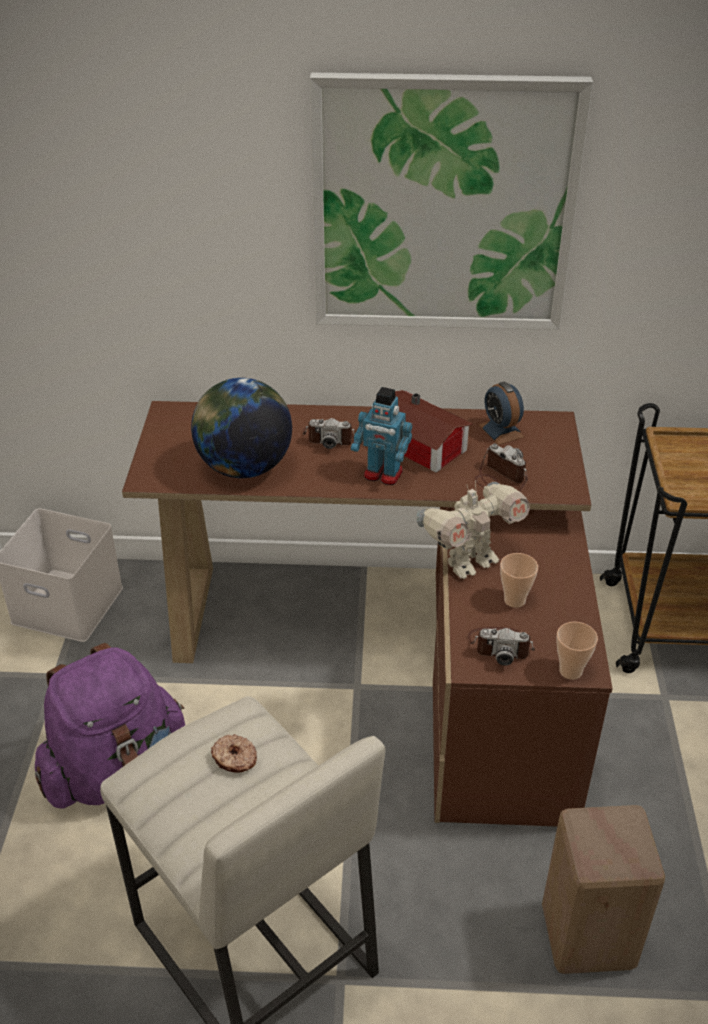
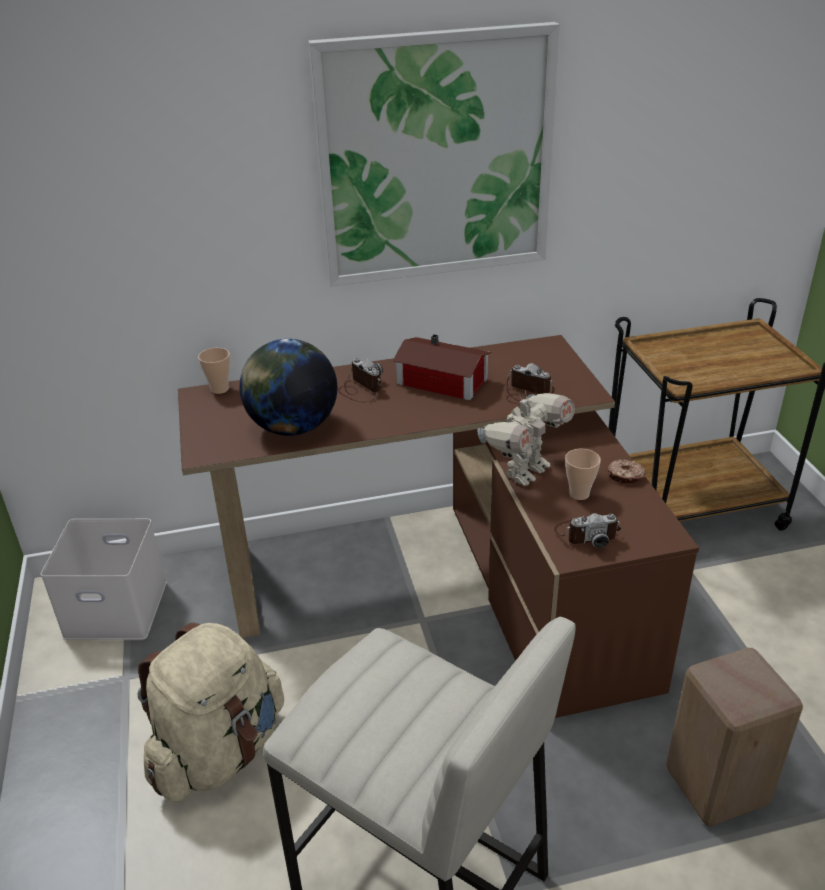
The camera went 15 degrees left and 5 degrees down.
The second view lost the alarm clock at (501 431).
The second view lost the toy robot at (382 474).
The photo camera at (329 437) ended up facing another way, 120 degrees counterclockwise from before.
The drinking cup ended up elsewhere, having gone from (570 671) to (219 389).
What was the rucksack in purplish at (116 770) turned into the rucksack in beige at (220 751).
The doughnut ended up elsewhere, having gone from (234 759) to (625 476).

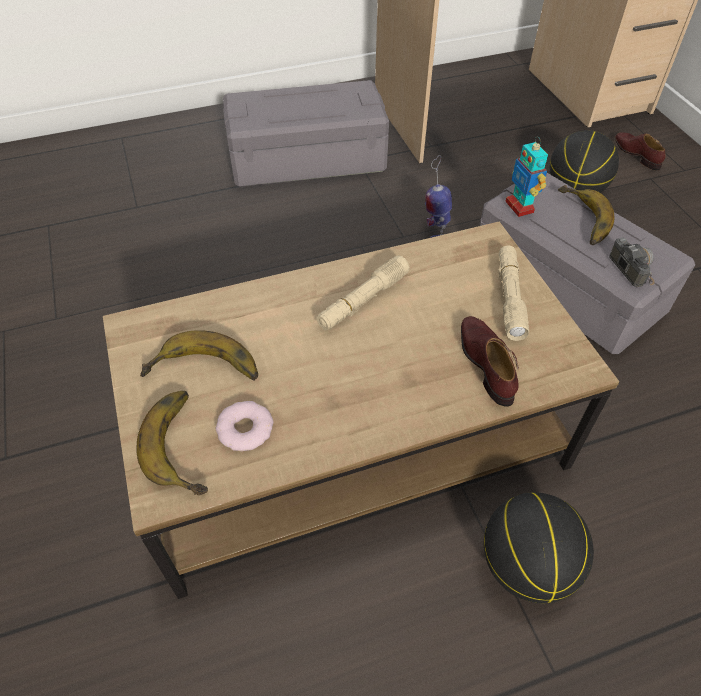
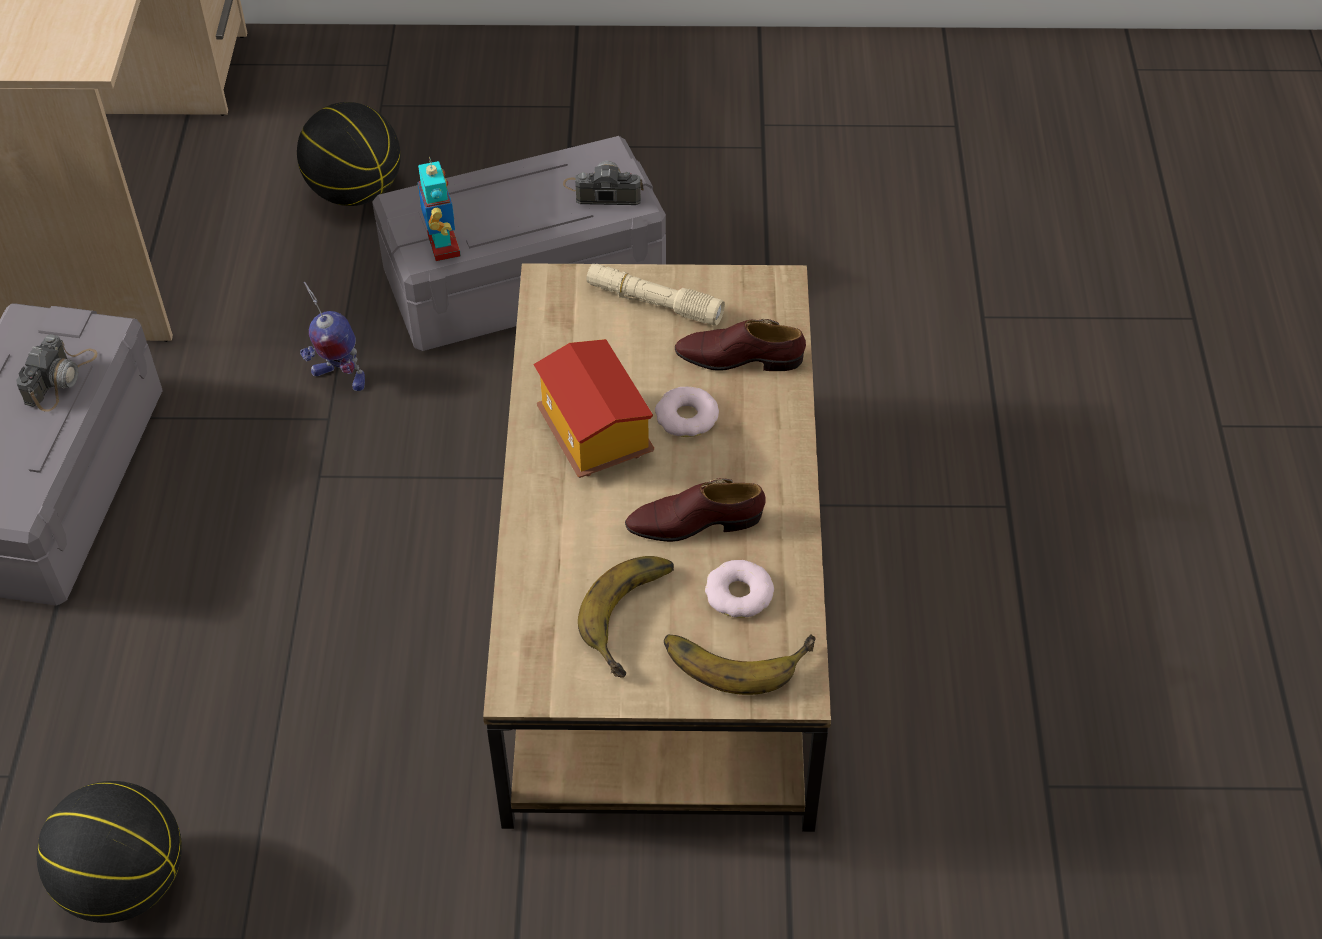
The camera went 70 degrees left and 0 degrees up.
The item of footwear in brown-coloured ended up elsewhere, having gone from (636 154) to (694 522).
The toy robot at (520 207) ended up facing another way, 105 degrees counterclockwise from before.
The second view lost the banana at (580 219).
Where the torch in beige stood at (363 300), the toy house came to stand at (592 435).
The basketball ball ended up elsewhere, having gone from (526 565) to (125 882).
The second view gained the photo camera at (60 378).
The second view gained the doughnut at (686 417).

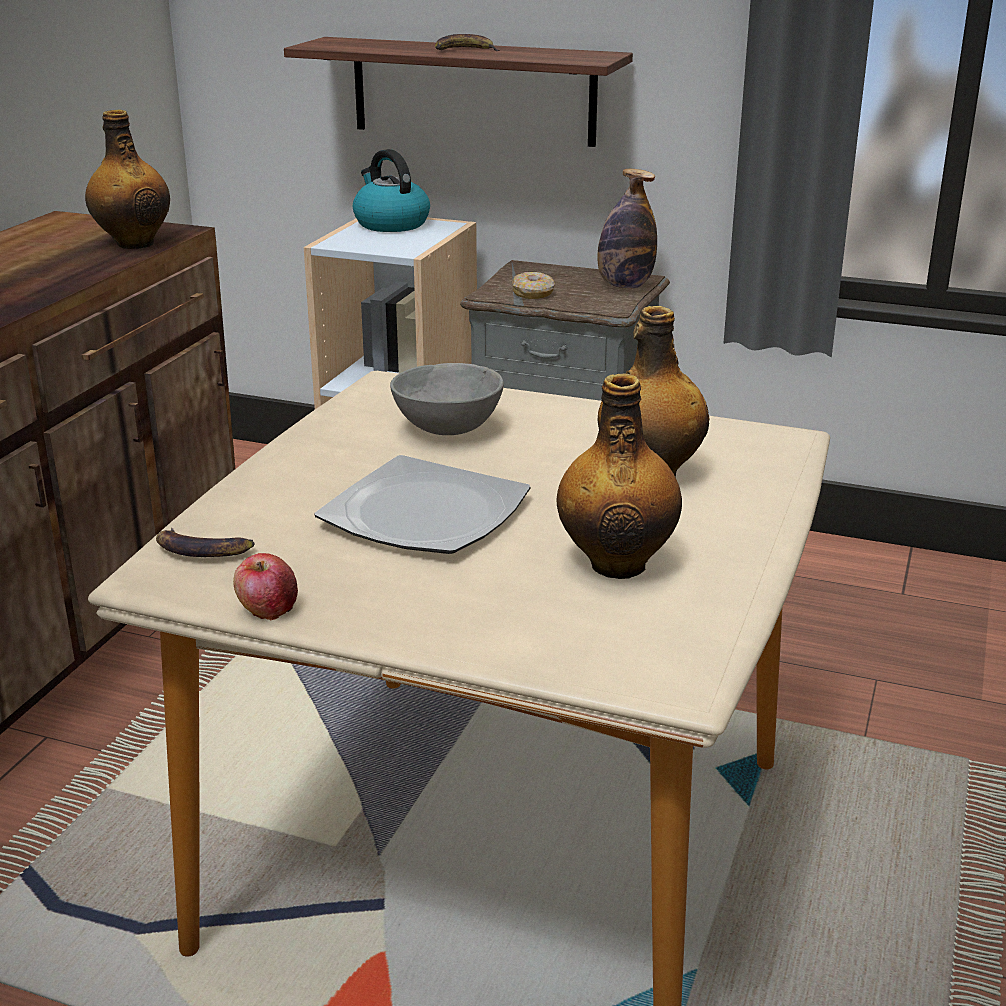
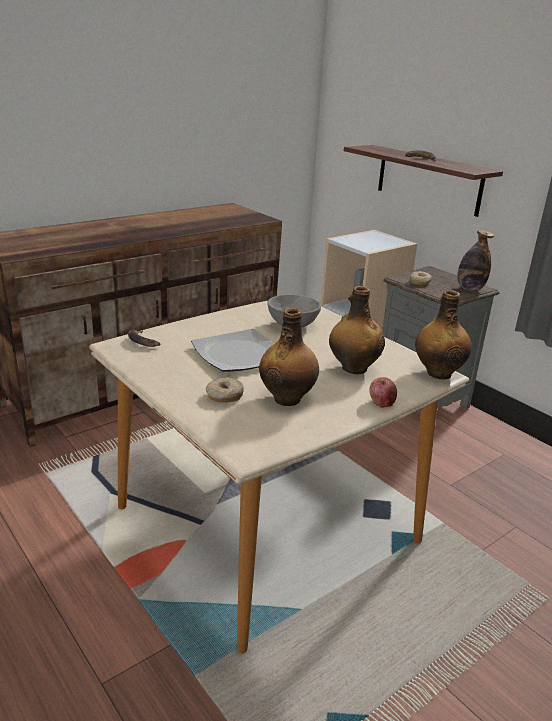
The camera went 30 degrees right and 0 degrees up.
The bottle ended up elsewhere, having gone from (134 243) to (438 373).
The second view lost the tea kettle at (390 224).
The apple fruit ended up elsewhere, having gone from (267 609) to (381 402).
The second view gained the doughnut at (224 396).

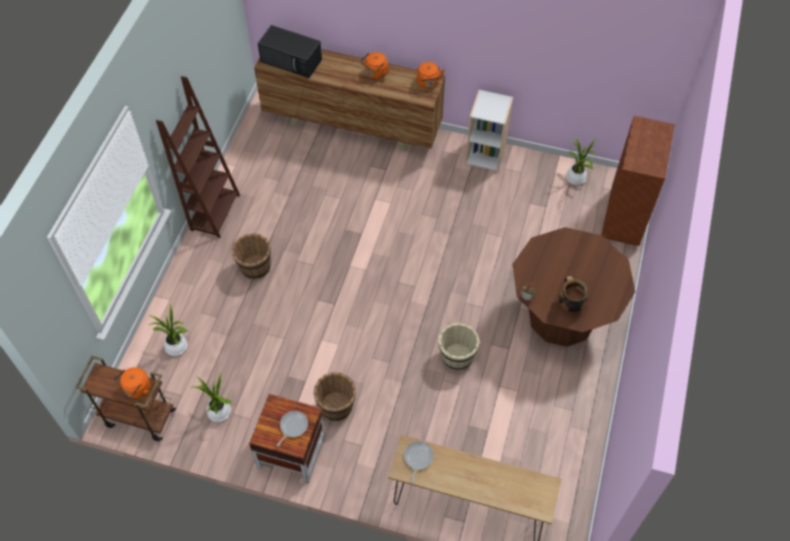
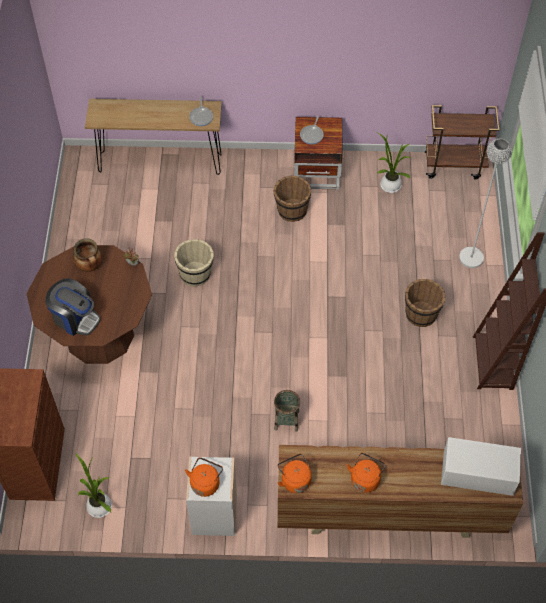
The camera went 165 degrees right and 0 degrees up.
What was the kitchen microwave in black-coloured at (292 60) turned into the kitchen microwave in white at (476 473).
The second view lost the houseplant at (177 347).
The tea kettle in orange-coloured ended up elsewhere, having gone from (136 389) to (205 482).
The second view gained the standard lamp in white at (471 258).
The second view gained the coffee maker at (75 318).
The second view gained the storage basket at (286 420).

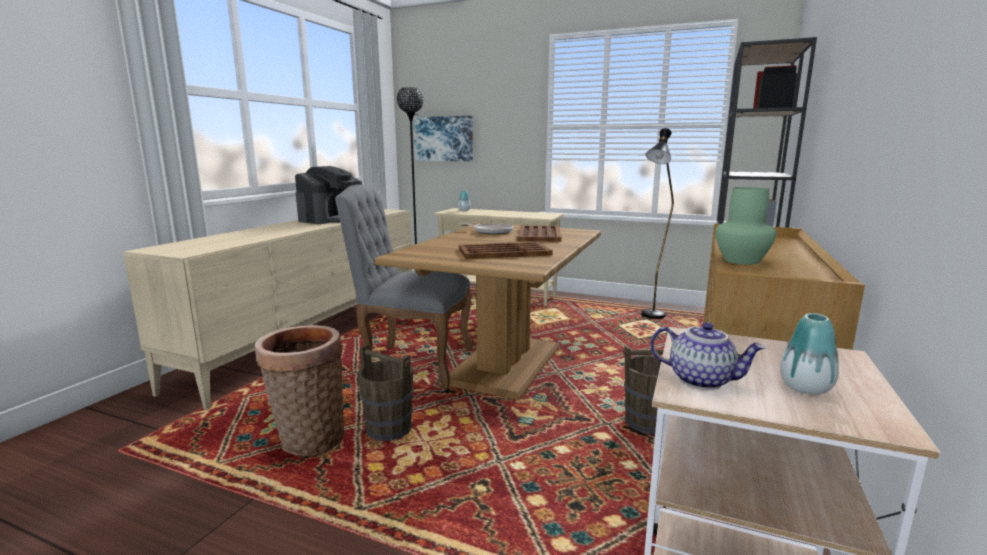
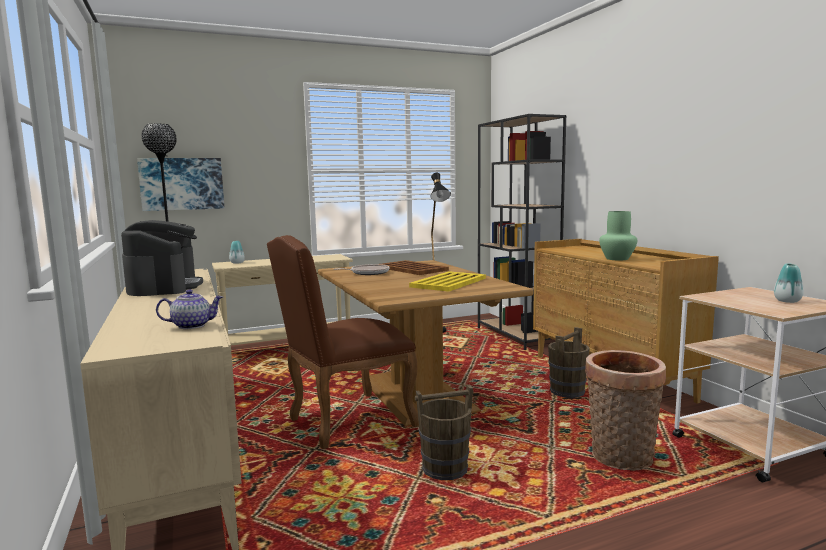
The camera went 45 degrees left and 5 degrees down.
What was the upright chair in grey at (414 363) turned into the upright chair in brown-coloured at (347 421).
What was the carrying tray in brown-coloured at (503 252) turned into the carrying tray in yellow at (448 282).
The tea pot ended up elsewhere, having gone from (701 380) to (192 325).
The storage basket ended up elsewhere, having gone from (308 439) to (620 459).

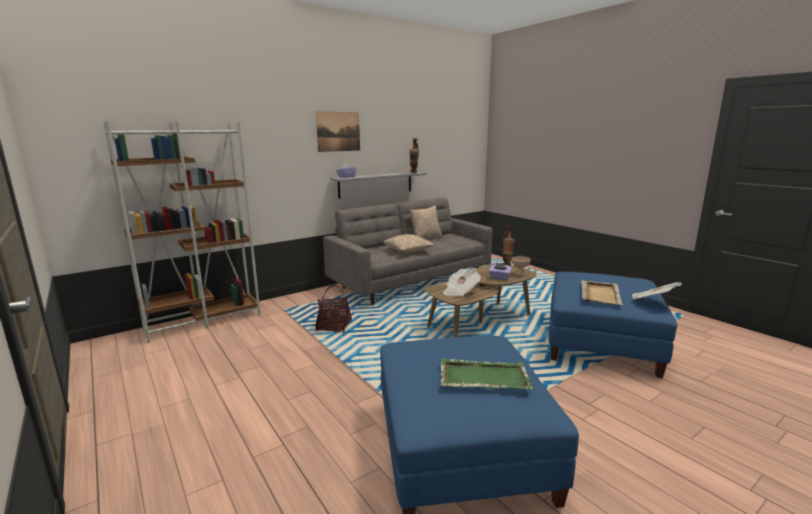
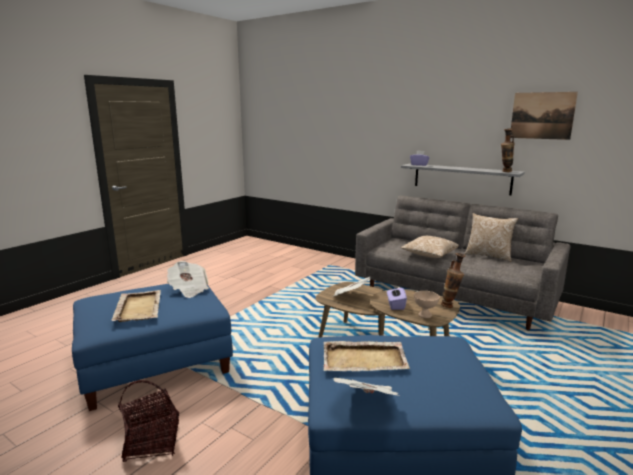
The camera went 70 degrees right and 0 degrees up.
The picture ended up elsewhere, having gone from (338 131) to (542 115).
The second view lost the bookshelf in brown-coloured at (204 321).
The storage basket ended up elsewhere, having gone from (334 326) to (152 442).
What was the carrying tray in green-coloured at (482 377) turned into the carrying tray in beige at (138 307).
The second view gained the daily paper at (189 289).

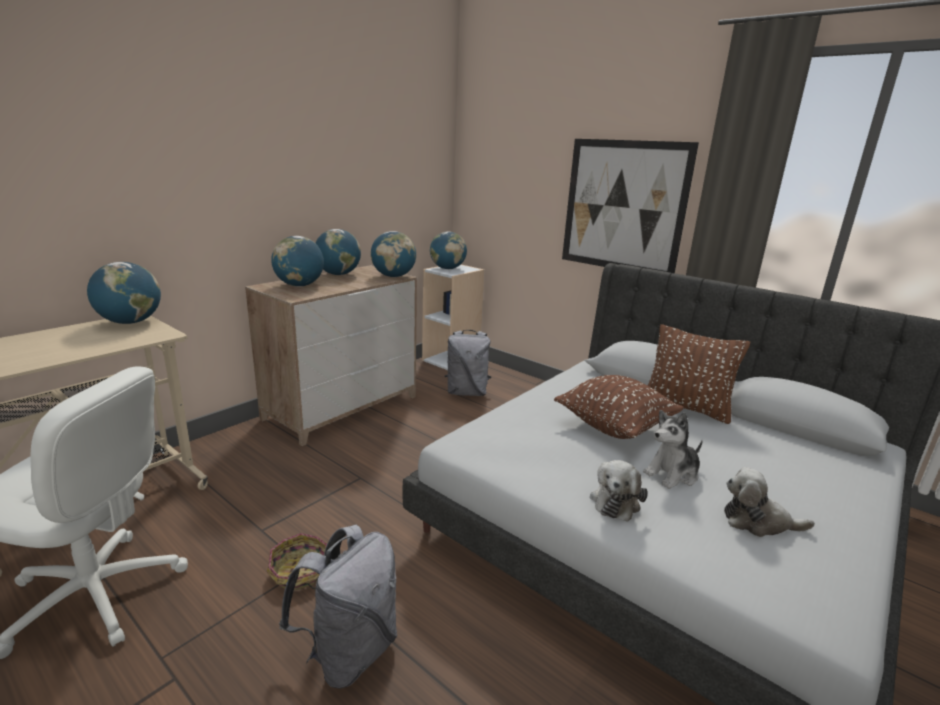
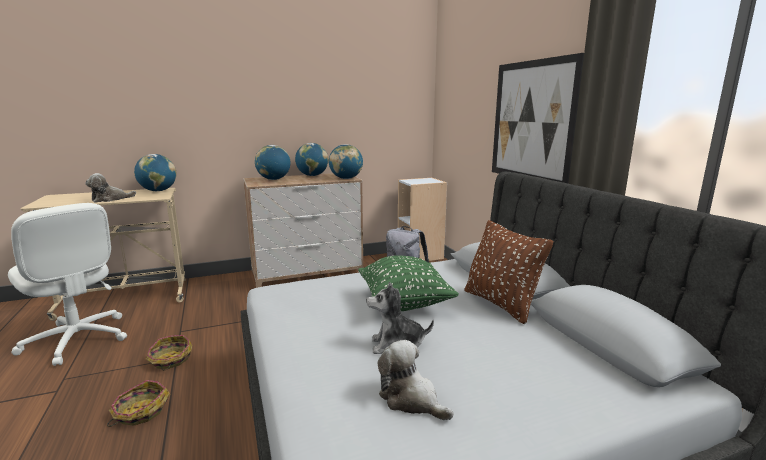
The camera went 30 degrees right and 5 degrees down.
The second view lost the globe at (447 268).
What was the throw pillow in brown-coloured at (614 427) turned into the throw pillow in green-coloured at (404 303).
The cuddly toy ended up elsewhere, having gone from (615 501) to (110 199).
Where the rucksack in grey stood at (349 652), the storage basket came to stand at (140 412).

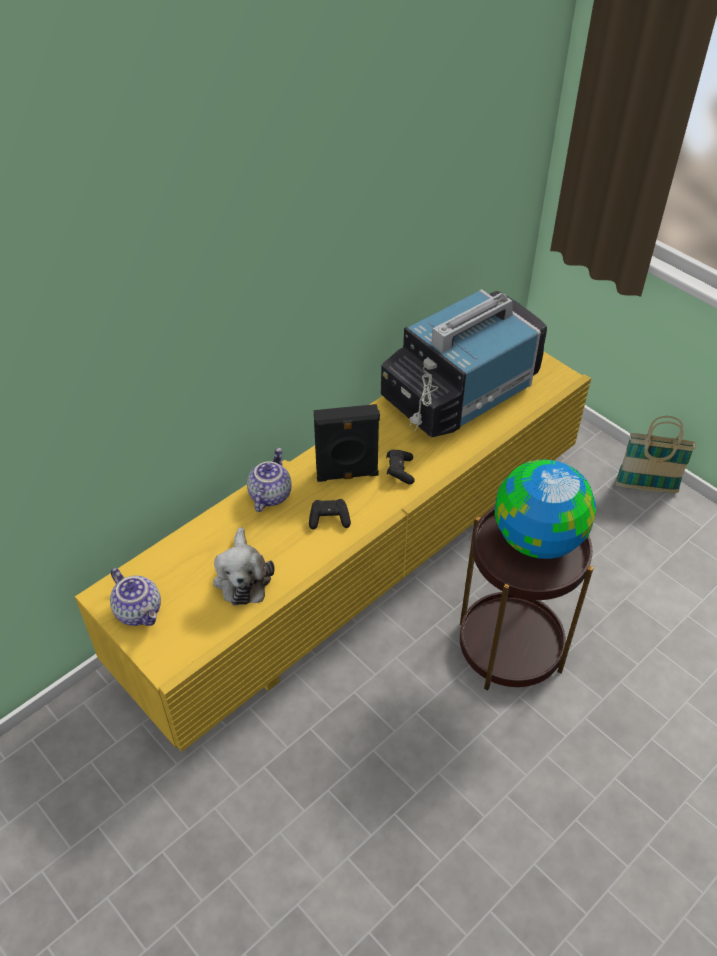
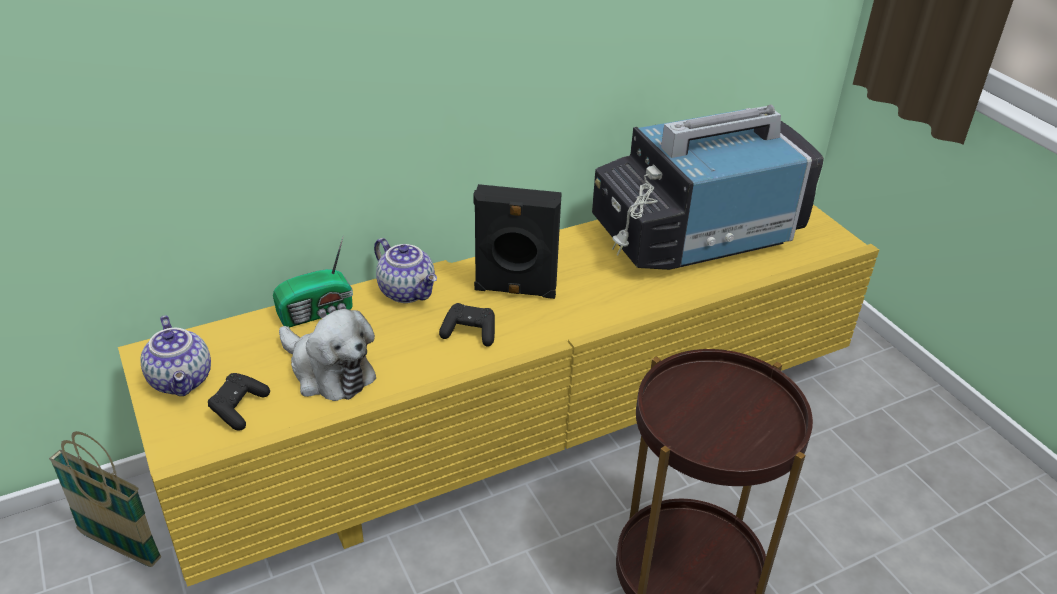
The camera went 15 degrees right and 10 degrees down.
The storage basket ended up elsewhere, having gone from (646 487) to (120 546).
The tea pot at (269 495) ended up facing another way, 105 degrees clockwise from before.
The game controller in black-coloured ended up elsewhere, having gone from (399 471) to (239 408).
The second view lost the globe at (537 539).
The cuddly toy at (242 577) ended up facing another way, 60 degrees counterclockwise from before.
The second view gained the radio receiver at (318 312).

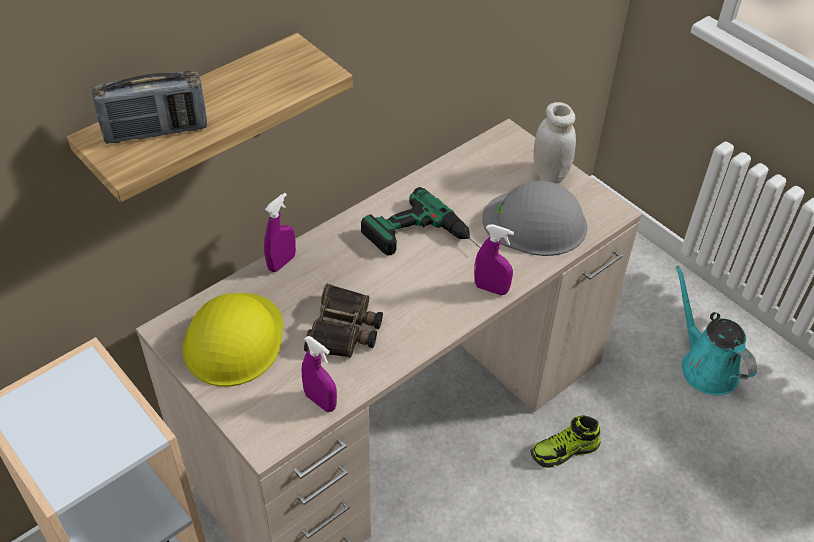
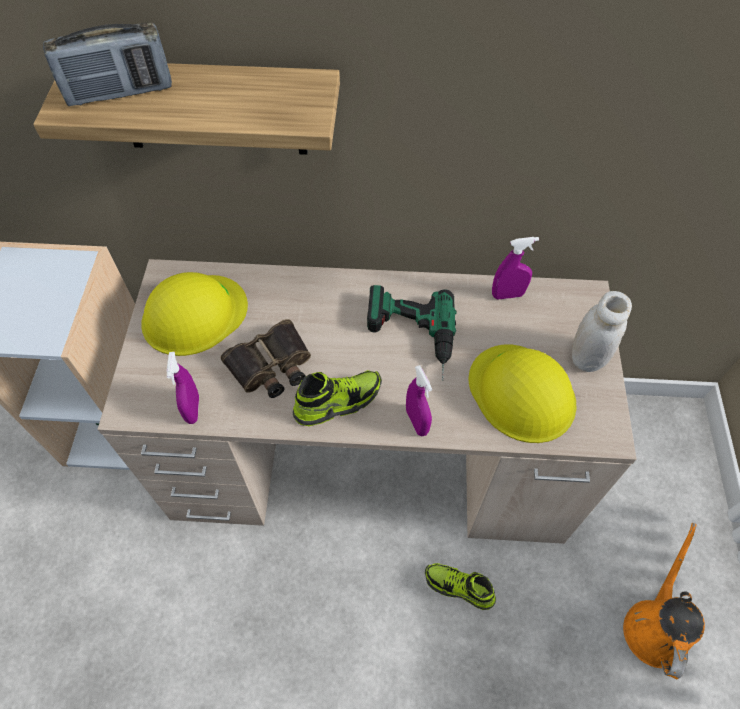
The camera went 45 degrees right and 10 degrees up.
The radio receiver at (156 131) ended up facing another way, 45 degrees counterclockwise from before.
What was the hard hat in grey at (535 223) turned into the hard hat in yellow at (522 393).
The spray bottle in purplish ended up elsewhere, having gone from (281 263) to (507 295).
What was the watering can in turquoise at (705 366) turned into the watering can in orange-coloured at (655 625).
The second view gained the item of footwear at (337 401).

